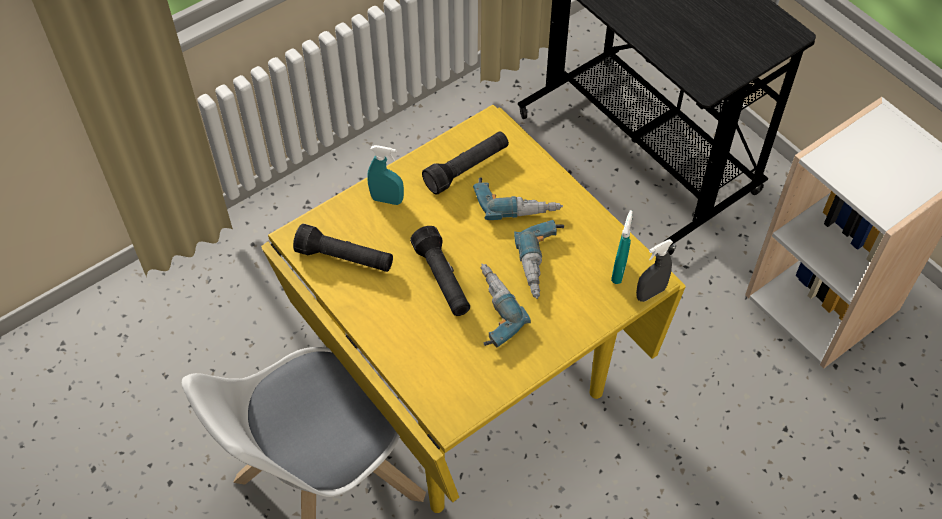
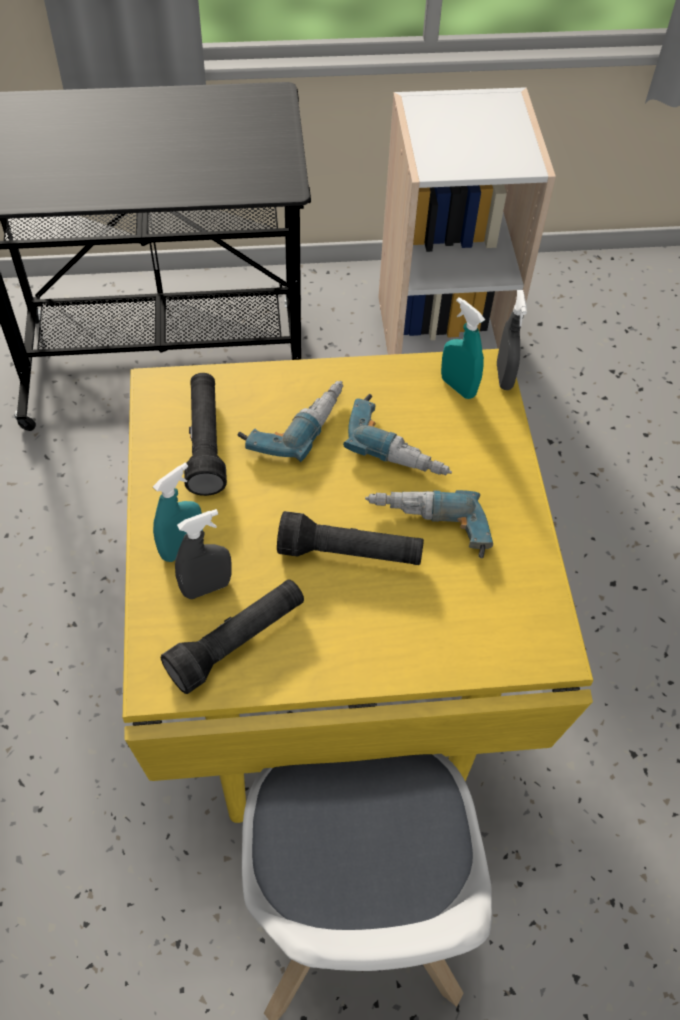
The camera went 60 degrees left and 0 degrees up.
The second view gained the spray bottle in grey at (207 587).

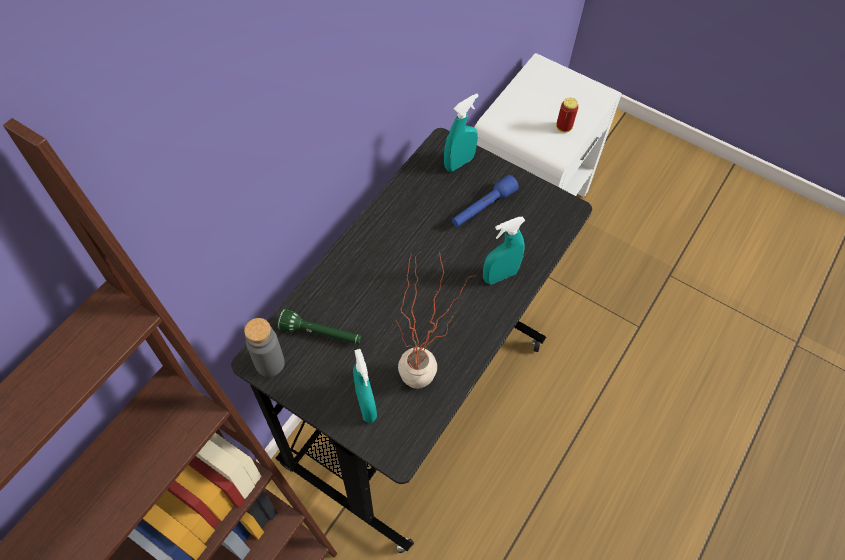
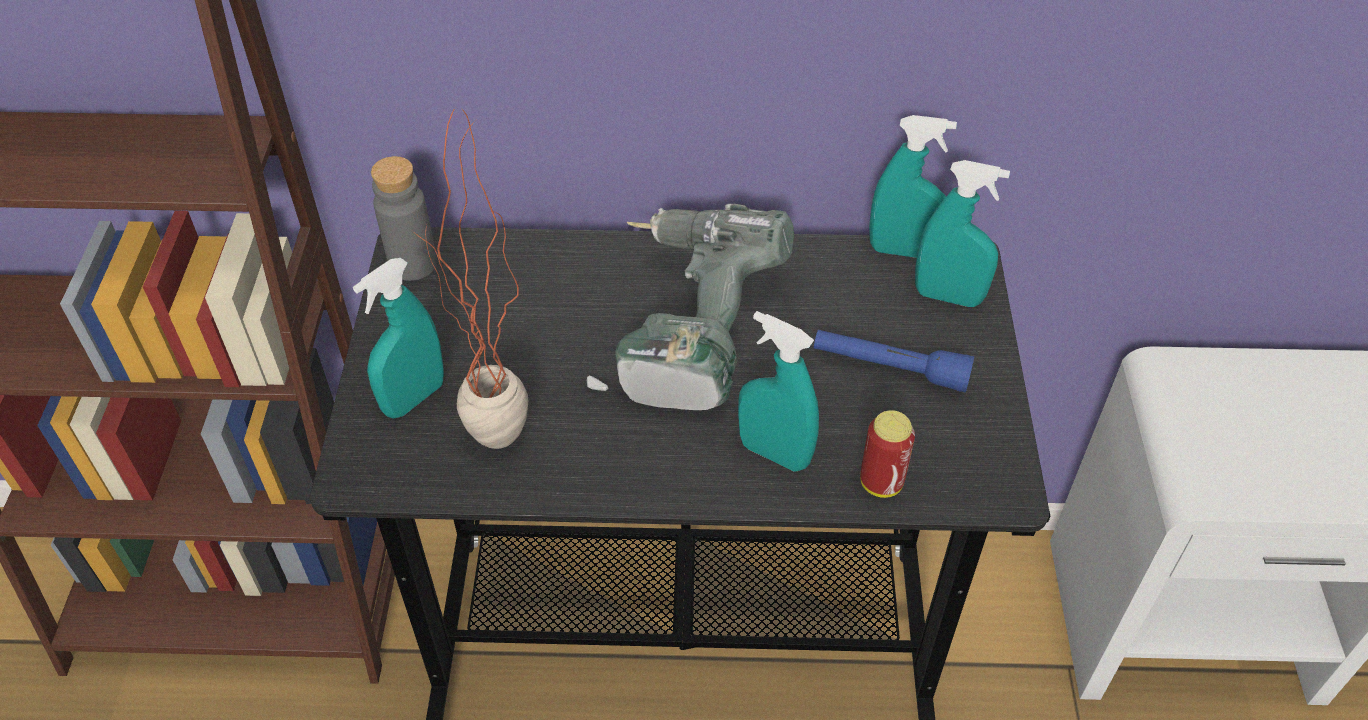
The camera went 60 degrees right and 10 degrees down.
The can ended up elsewhere, having gone from (564 127) to (881 483).
The second view lost the torch in green-coloured at (321 334).
The second view gained the spray bottle in turquoise at (902 250).
The second view gained the drill at (684 330).

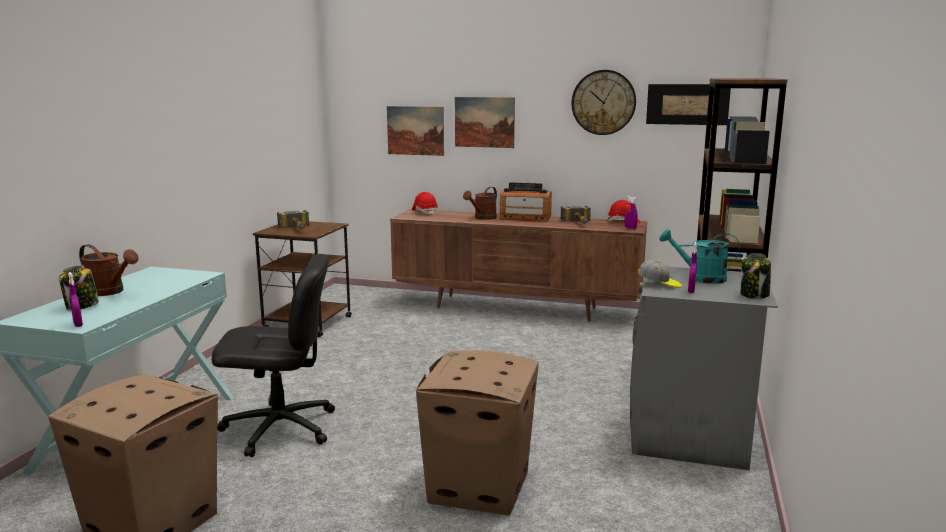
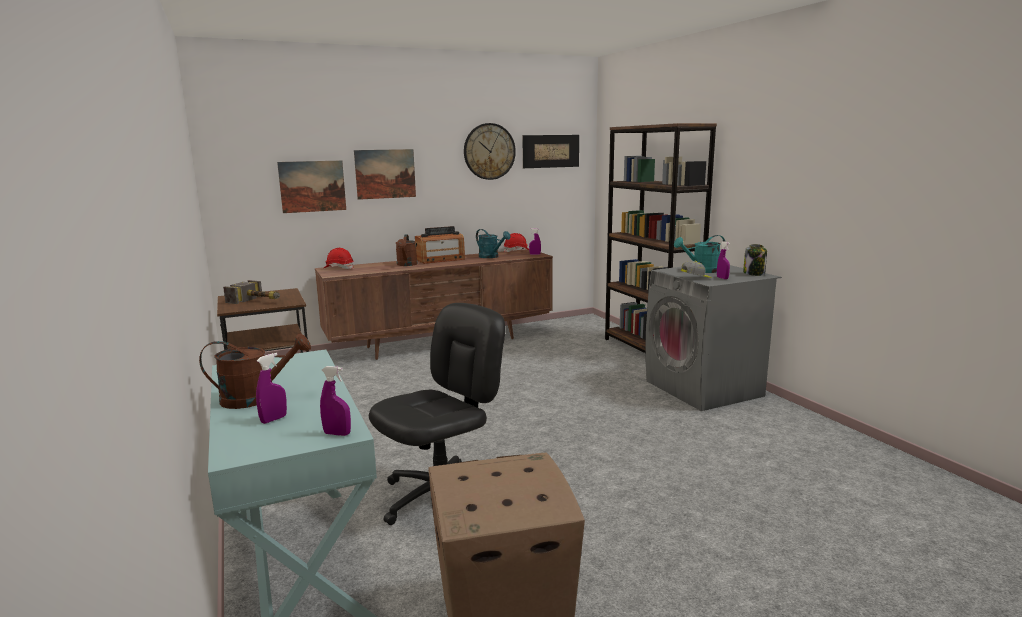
The camera went 40 degrees left and 0 degrees up.
Where the tool hammer stood at (579 223), the watering can in turquoise came to stand at (491 257).
Where the preserve jar stood at (81 306), the spray bottle in purplish came to stand at (274 419).
The second view lost the packing box at (478 488).

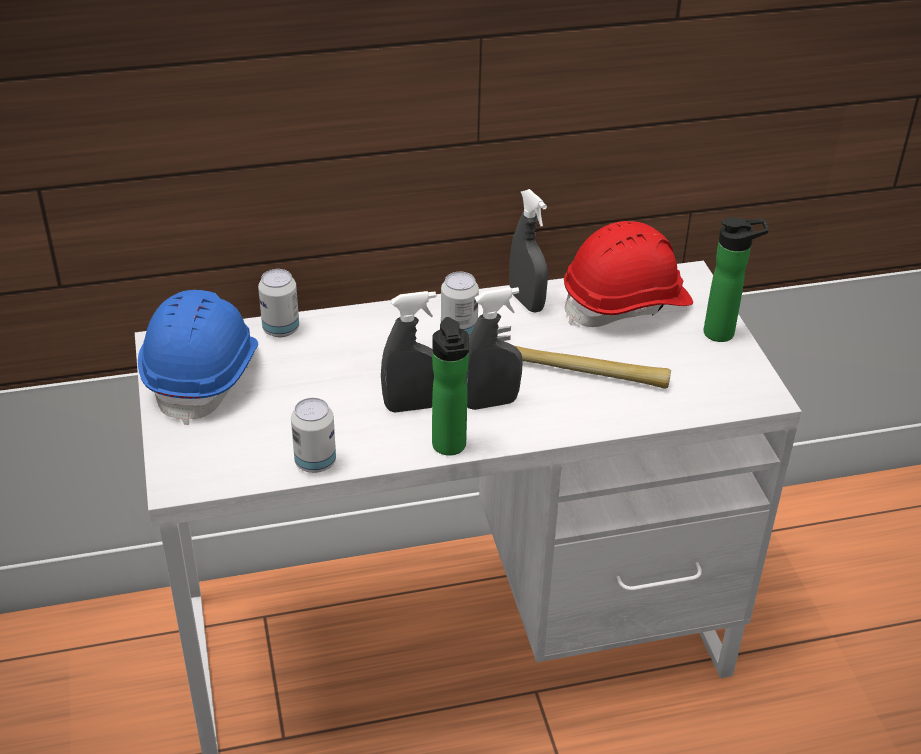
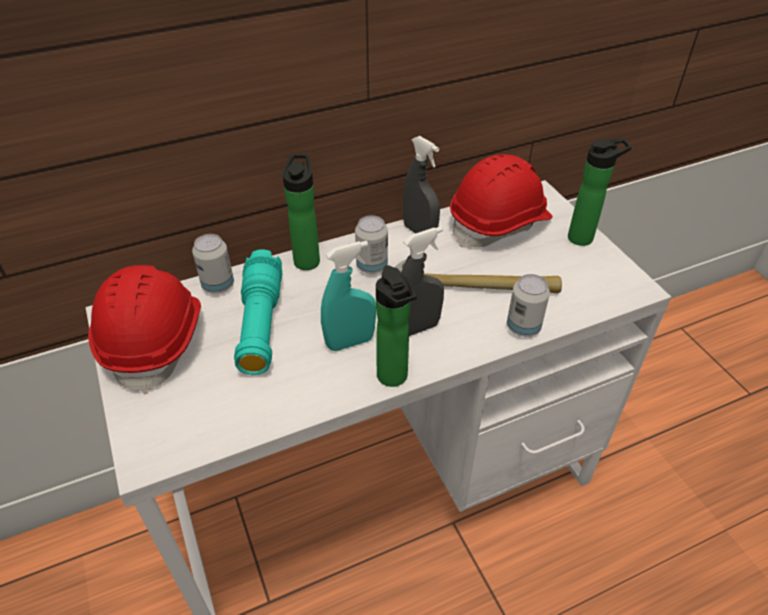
The camera went 10 degrees left and 5 degrees up.
What was the hard hat in blue-coloured at (204 375) turned into the hard hat in reddish at (155 340).
What was the spray bottle in grey at (412 406) turned into the spray bottle in turquoise at (350 342).
The can ended up elsewhere, having gone from (315 462) to (523 327).
The second view gained the bottle at (307 259).
The second view gained the torch in turquoise at (261 324).

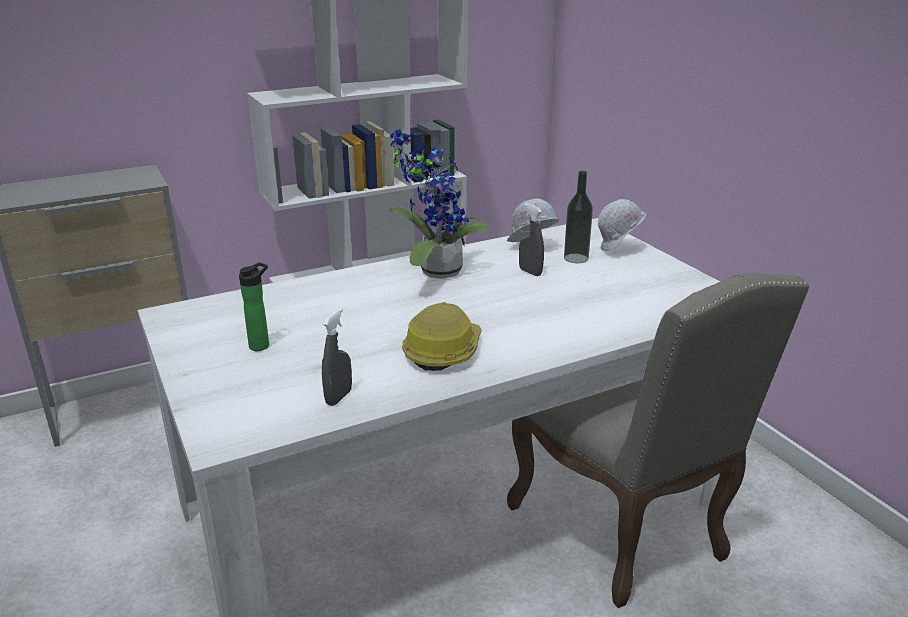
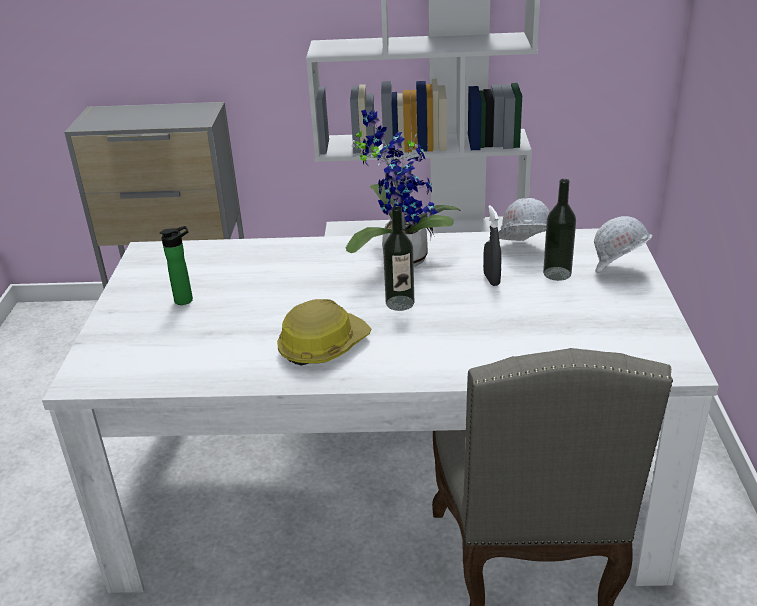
The camera went 30 degrees right and 5 degrees up.
The second view lost the spray bottle in grey at (338 397).
The second view gained the bottle at (400 303).

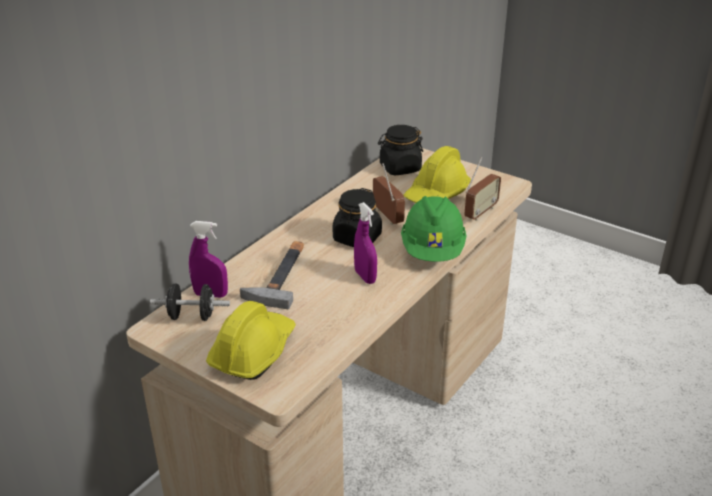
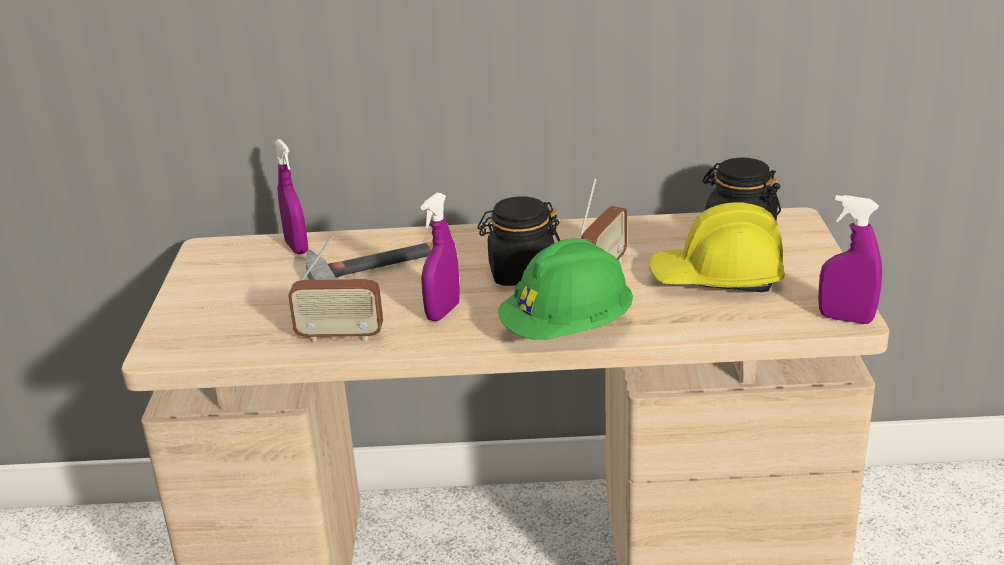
The camera went 55 degrees right and 5 degrees down.
The radio receiver ended up elsewhere, having gone from (480 212) to (340 336).
The second view lost the free weight in black-coloured at (192 316).
The second view lost the hard hat in yellow at (253 352).
The second view gained the spray bottle in purplish at (845 318).

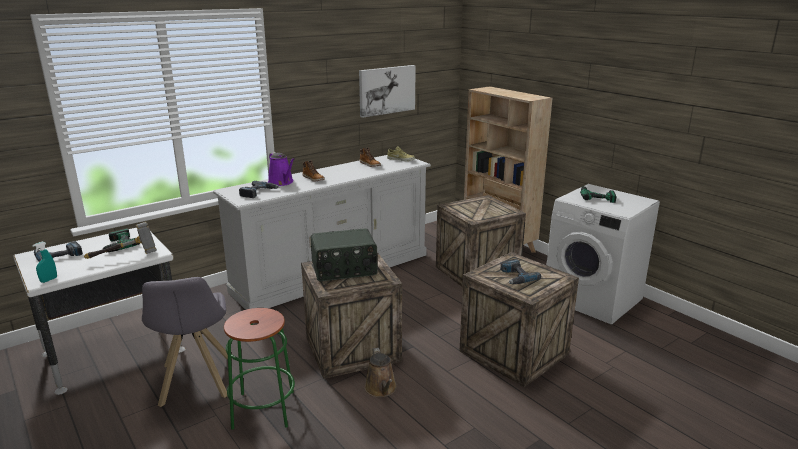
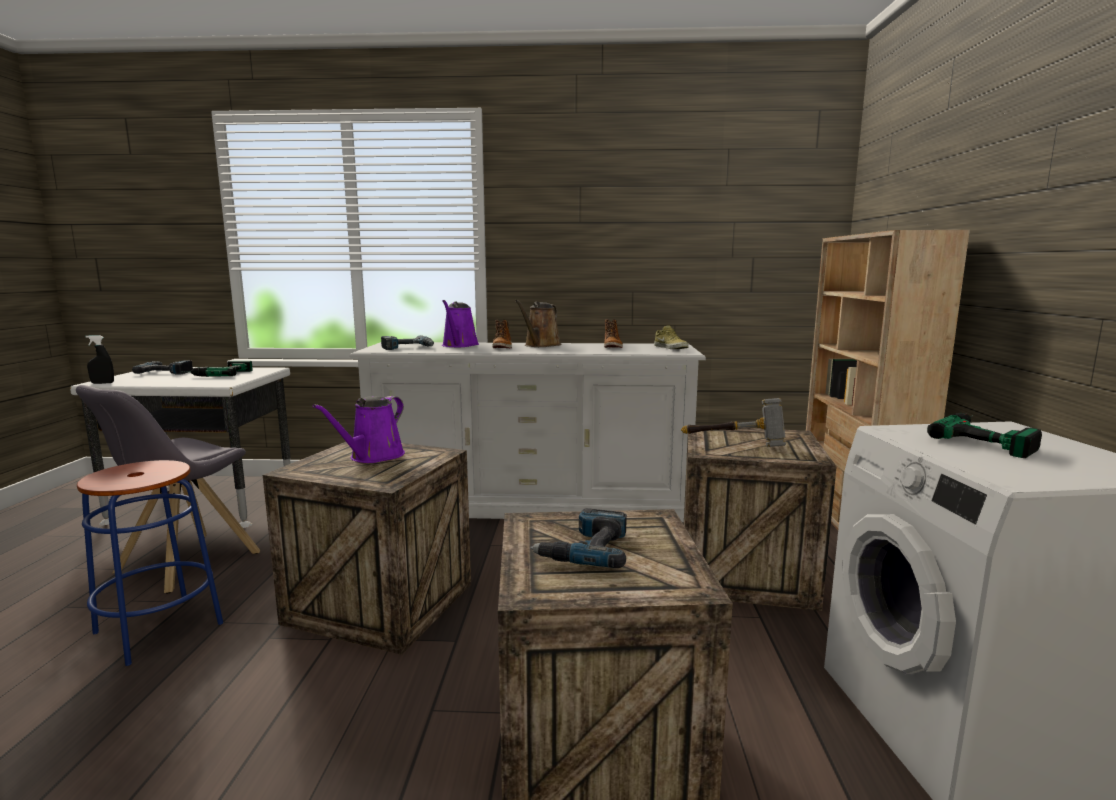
The camera went 40 degrees right and 10 degrees down.
The second view lost the picture at (386 90).
The tool hammer ended up elsewhere, having gone from (125 257) to (735 445).
Where the radio receiver stood at (344 269), the watering can in purplish came to stand at (373 457).
What was the spray bottle in turquoise at (49 280) turned into the spray bottle in black-coloured at (102 383).
What was the sitting stool in green-coloured at (263 409) turned into the sitting stool in blue-coloured at (159 628).
The watering can in brown-coloured ended up elsewhere, having gone from (381 389) to (541 345).

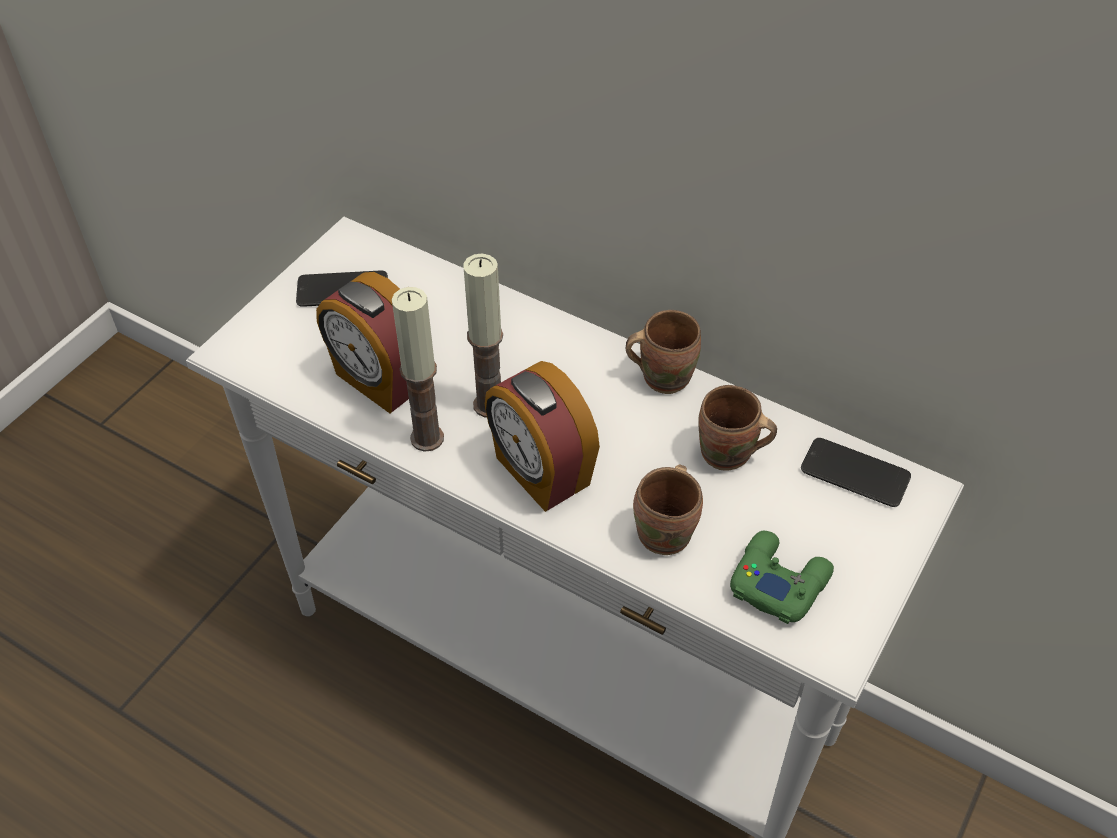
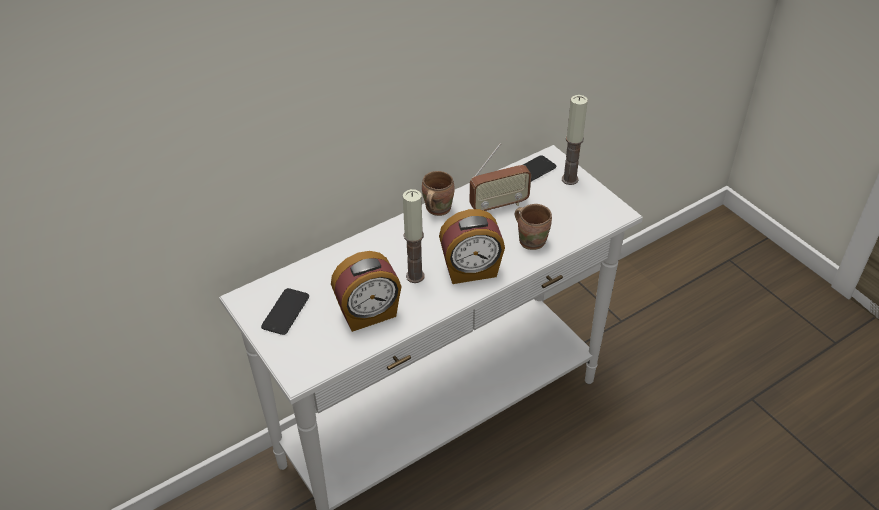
The camera went 65 degrees left and 5 degrees down.
The wax candle ended up elsewhere, having gone from (427 438) to (569 179).
Where the coffee mug in brown-coloured stood at (728 456), the radio receiver came to stand at (499 205).
The second view lost the game controller in green-coloured at (778 581).

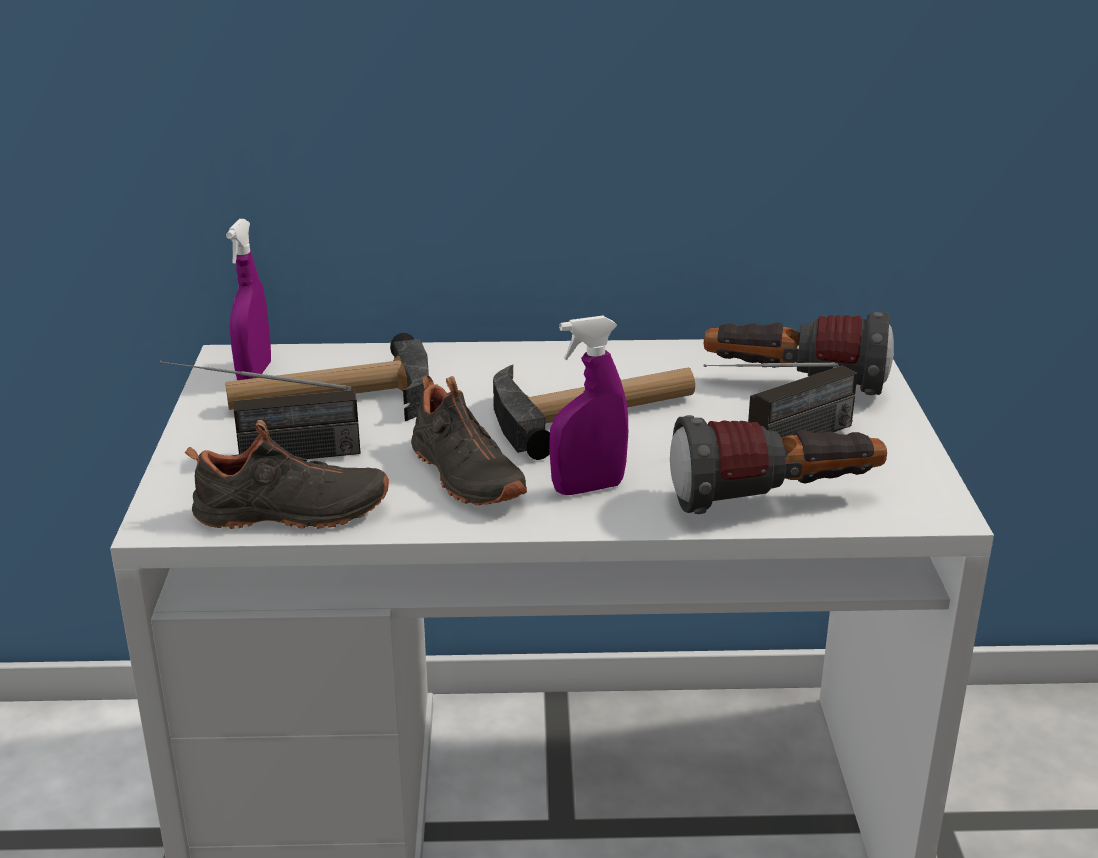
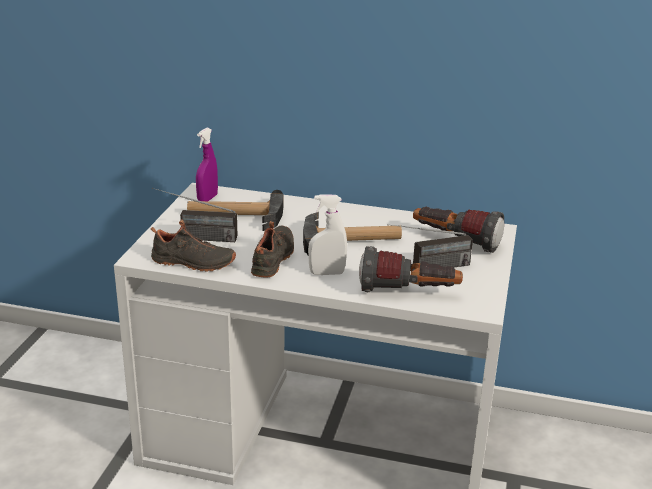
The camera went 15 degrees right and 0 degrees up.
What was the spray bottle in purplish at (588 488) turned into the spray bottle in white at (327 273).
The item of footwear in black-coloured at (463 476) ended up facing another way, 150 degrees counterclockwise from before.

